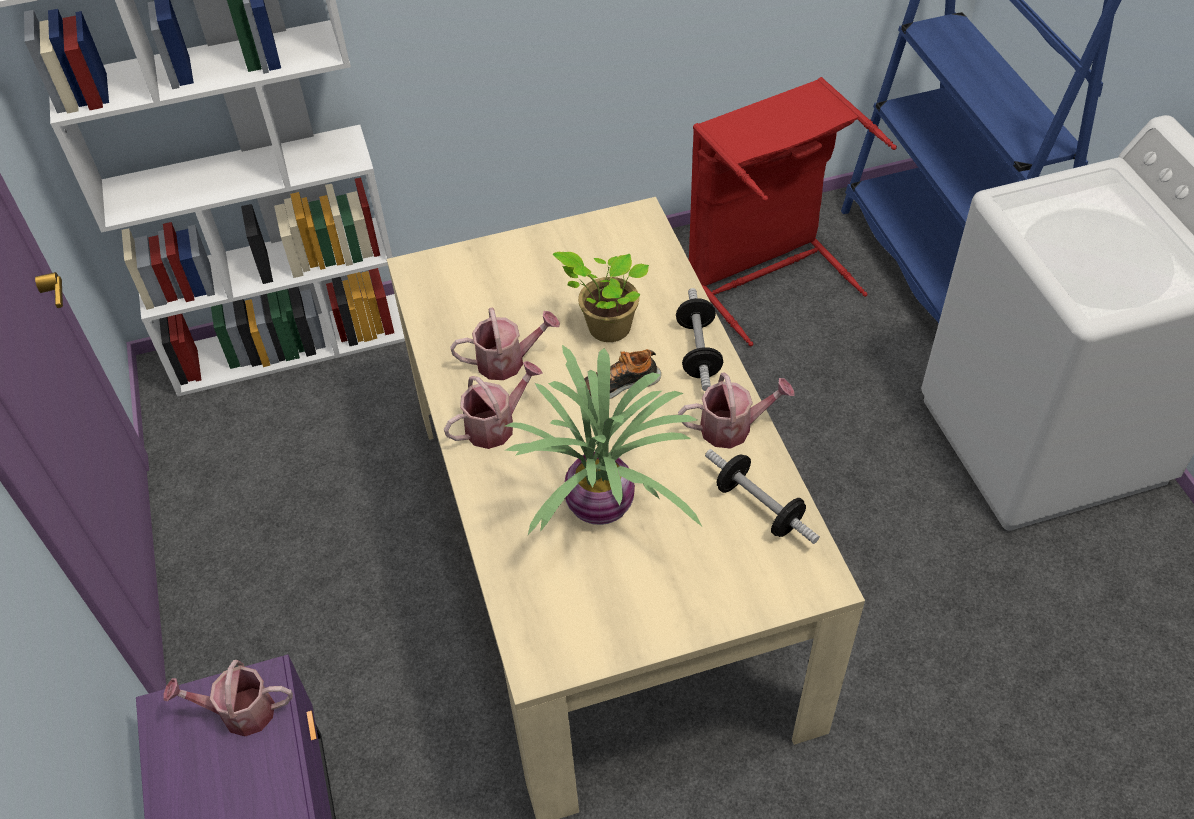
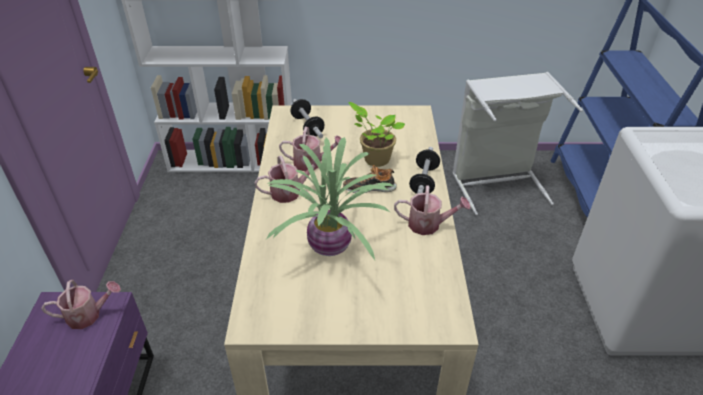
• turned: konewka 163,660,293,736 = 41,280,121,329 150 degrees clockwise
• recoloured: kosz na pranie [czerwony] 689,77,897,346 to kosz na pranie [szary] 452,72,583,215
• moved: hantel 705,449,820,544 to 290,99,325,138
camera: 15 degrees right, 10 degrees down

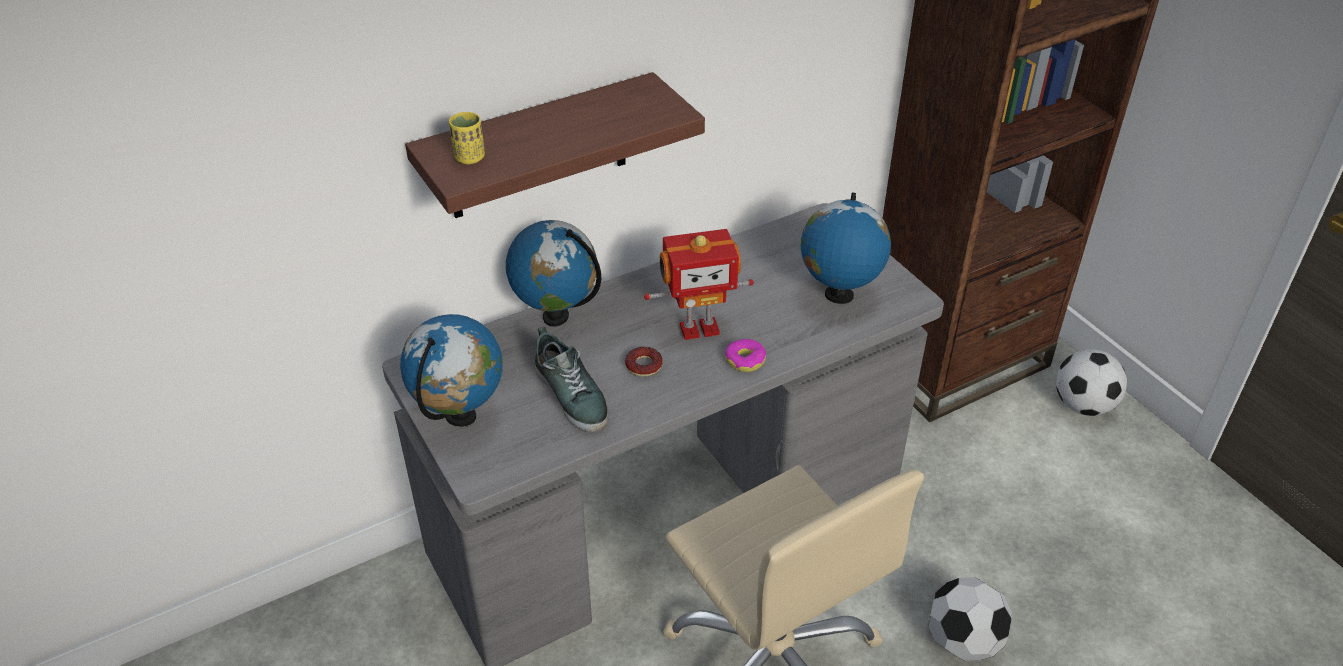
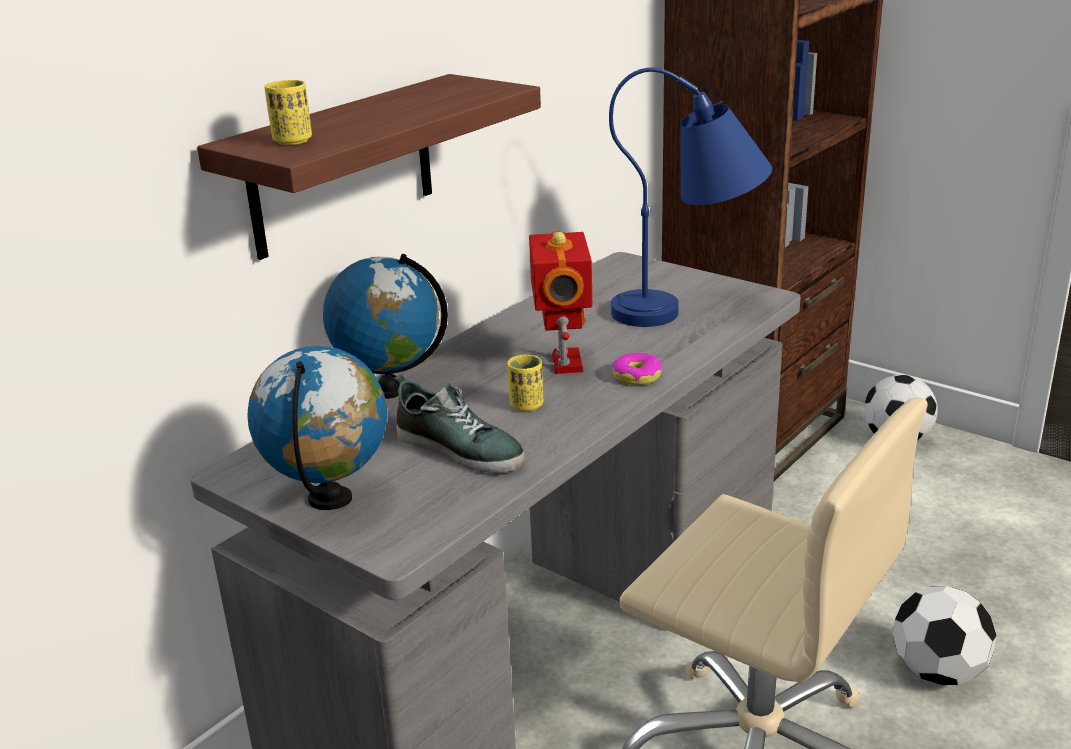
• replaced: donut 625,347,663,377 to filiżanka [żółty] 507,355,544,412
• turned: robot zabawkowy 644,229,754,340 = 529,232,593,374 60 degrees counterclockwise
• replaced: globus 801,193,891,304 to lampa stołowa [niebieski] 609,68,772,327
camera: 20 degrees left, 15 degrees down

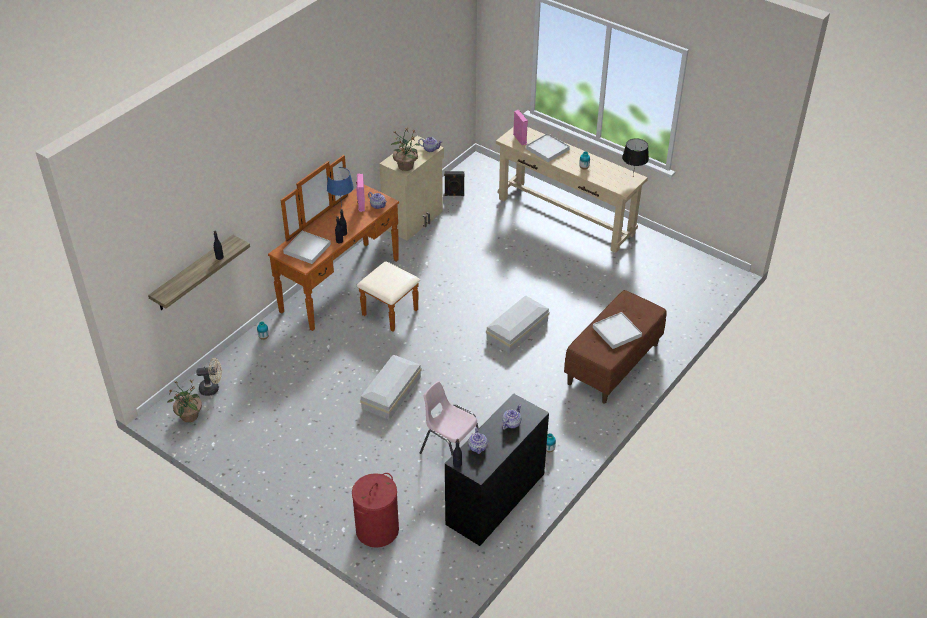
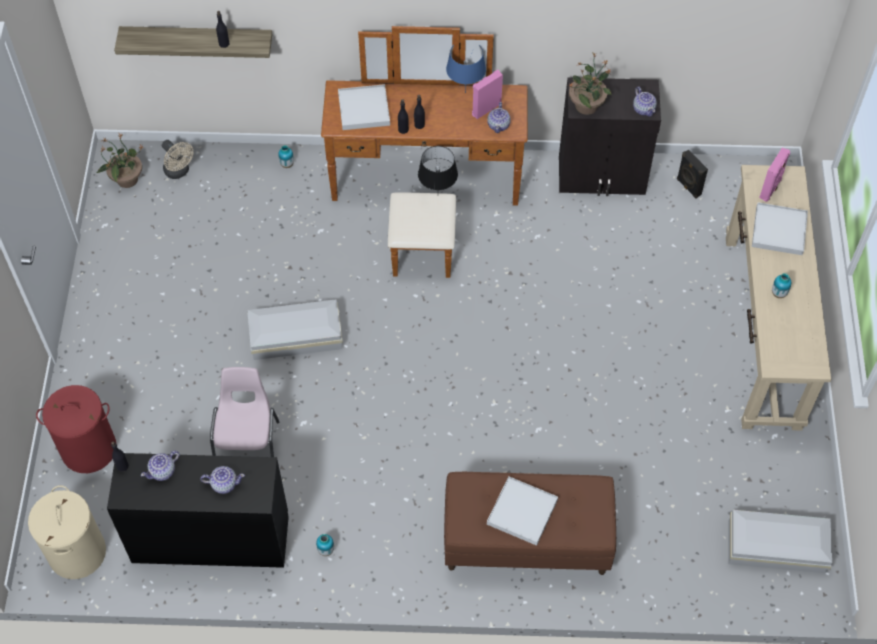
• recoloured: szafka [beżowy] 379,136,444,240 to szafka [czarny] 559,78,661,196
• moved: pojemnik do przechowywania [biały] 486,295,549,354 to 729,510,832,573
• moved: lampa stołowa [czarny] 622,138,649,176 to 418,146,458,190
• added: kosz na pranie [beżowy] 28,485,106,579
camera: 55 degrees right, 15 degrees up

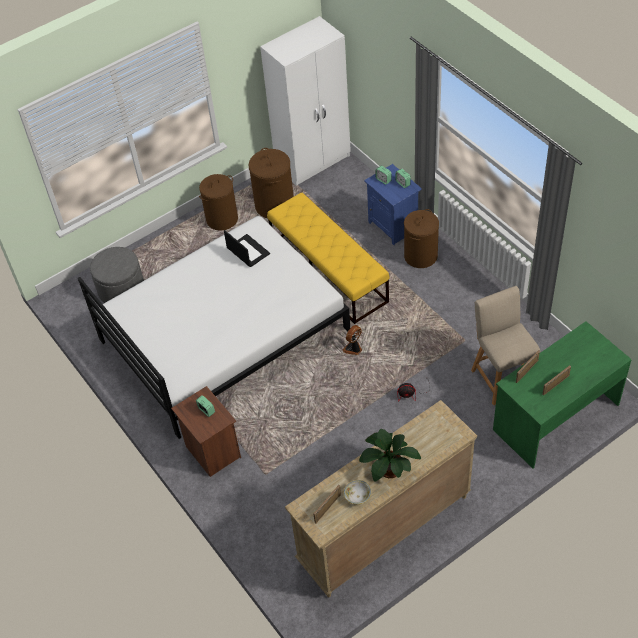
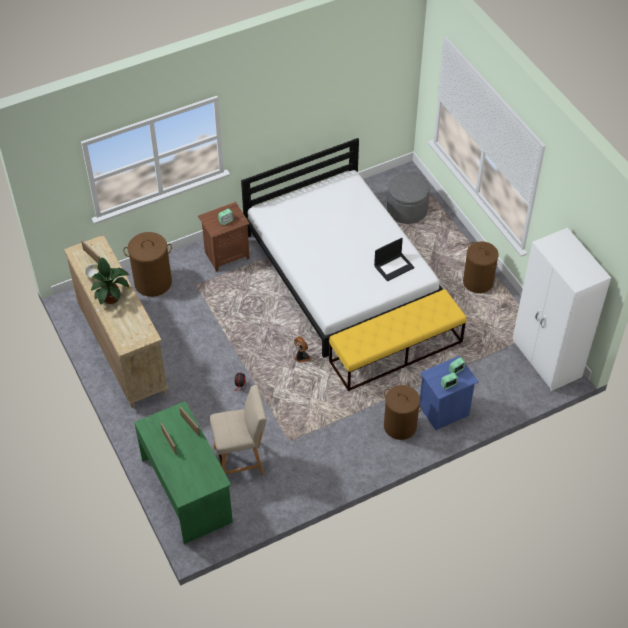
• moved: kosz na pranie [brązowy] 249,148,294,218 to 123,232,172,297
camera: 95 degrees right, 0 degrees up

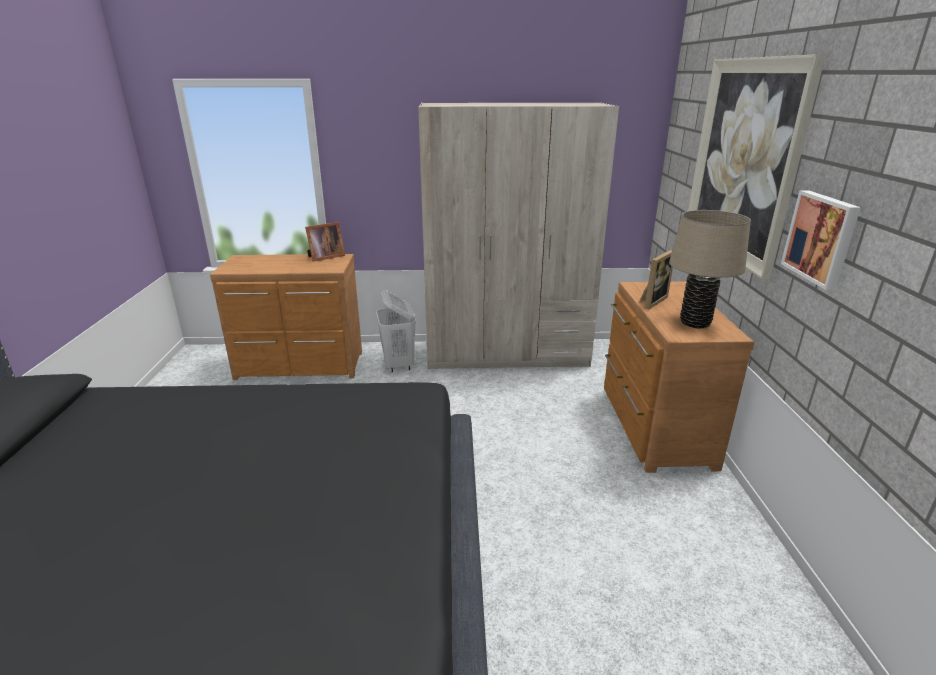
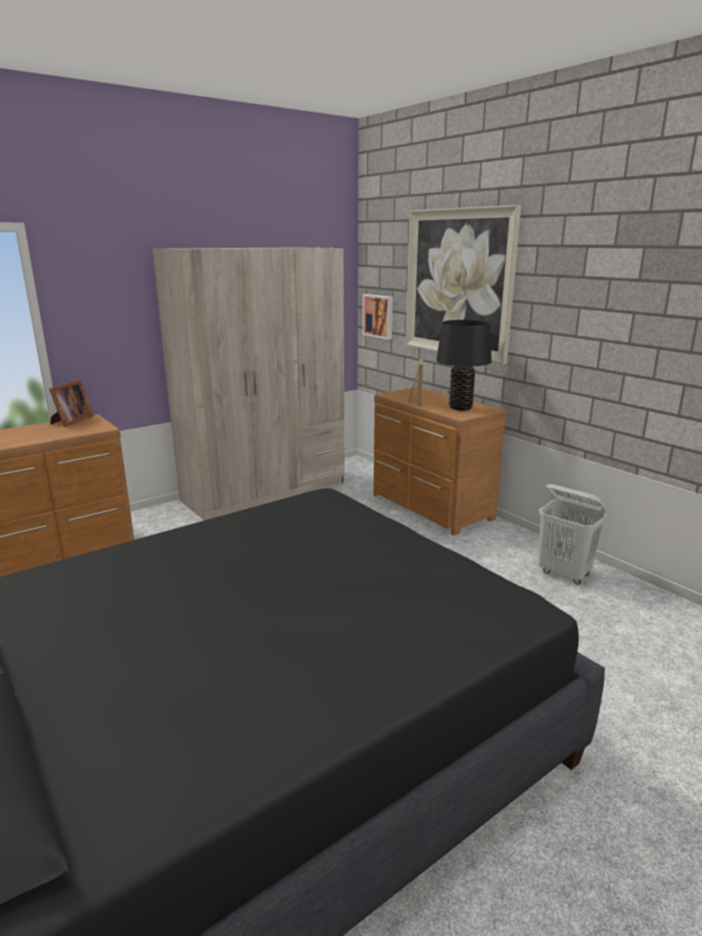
• moved: kosz na pranie [biały] 376,290,416,372 to 538,484,607,585
• recoloured: lampa stołowa [beżowy] 669,210,751,329 to lampa stołowa [czarny] 436,320,491,411
• moved: obraz 781,190,861,290 to 363,294,393,340
camera: 35 degrees left, 5 degrees down

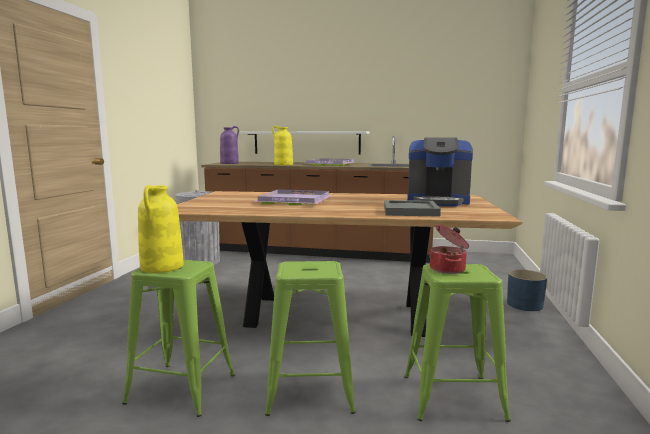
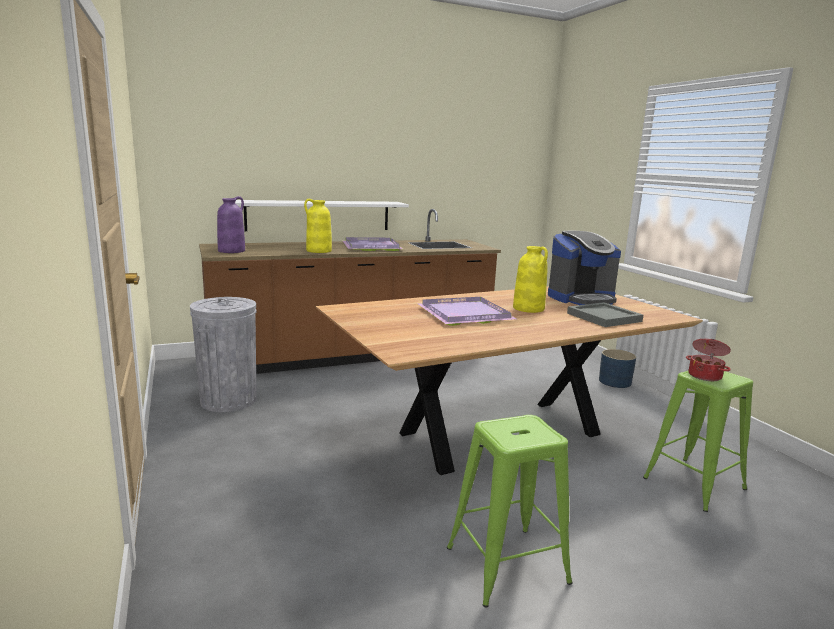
• moved: wazon [żółty] 138,185,184,273 to 513,246,548,313
• removed: stołek [zielony] 265,261,356,416
camera: 35 degrees left, 5 degrees up

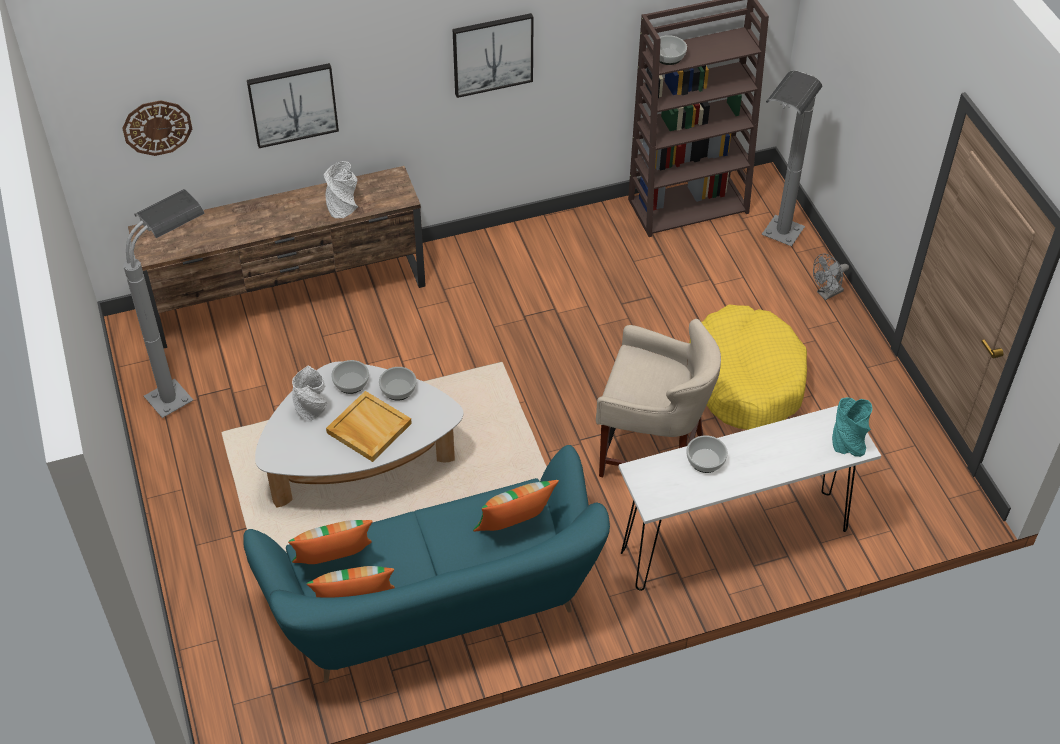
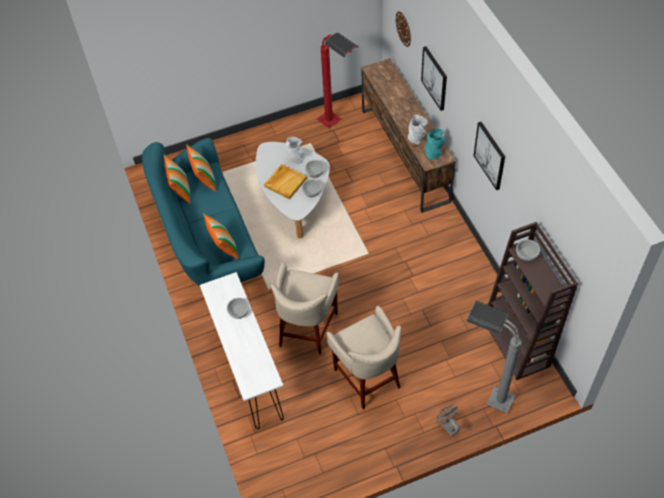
• recoloured: lampa stojąca [szary] 123,189,205,418 to lampa stojąca [czerwony] 317,32,359,128
• replaced: legowisko [żółty] 689,305,807,430 to stołek [beżowy] 326,306,401,409
• moved: wazon [turkusowy] 832,397,873,457 to 425,129,445,159
camera: 90 degrees right, 5 degrees up

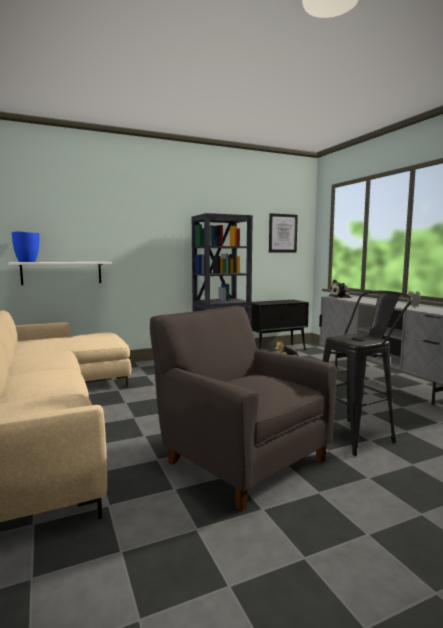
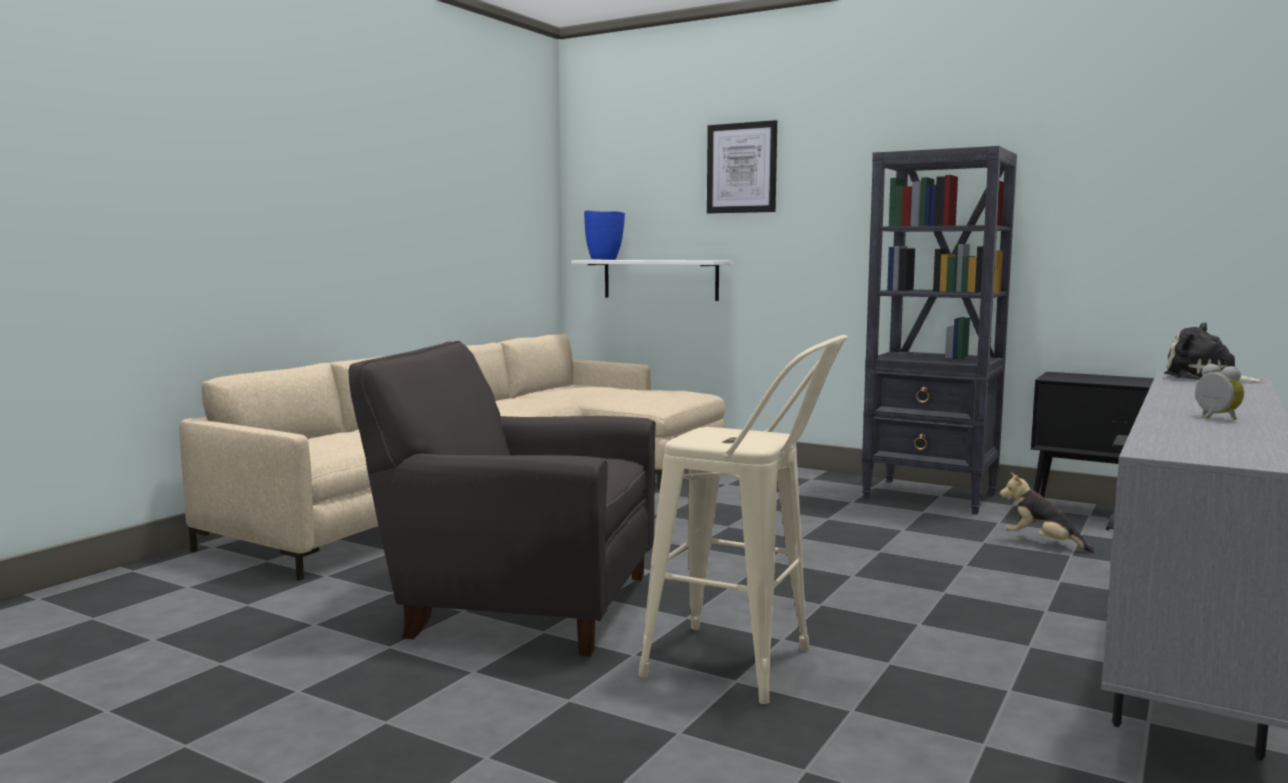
• turned: fotel [szary] 150,306,338,511 = 348,341,656,657 90 degrees counterclockwise
• moved: obraz 269,213,298,252 to 707,120,777,213
• recoloured: stołek [czarny] 322,291,412,456 to stołek [beżowy] 638,335,848,704
camera: 55 degrees right, 0 degrees up

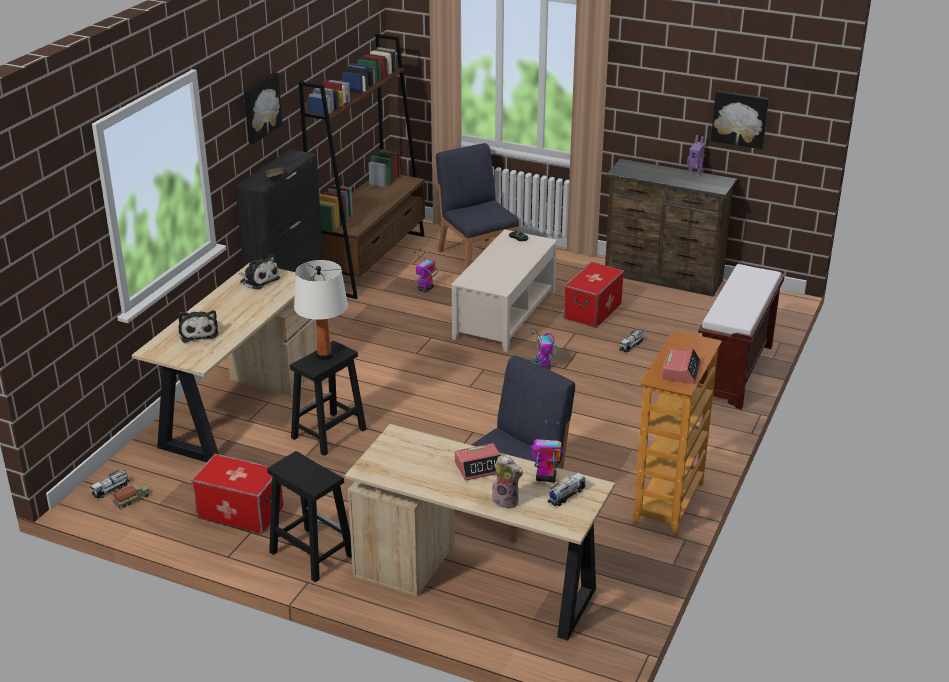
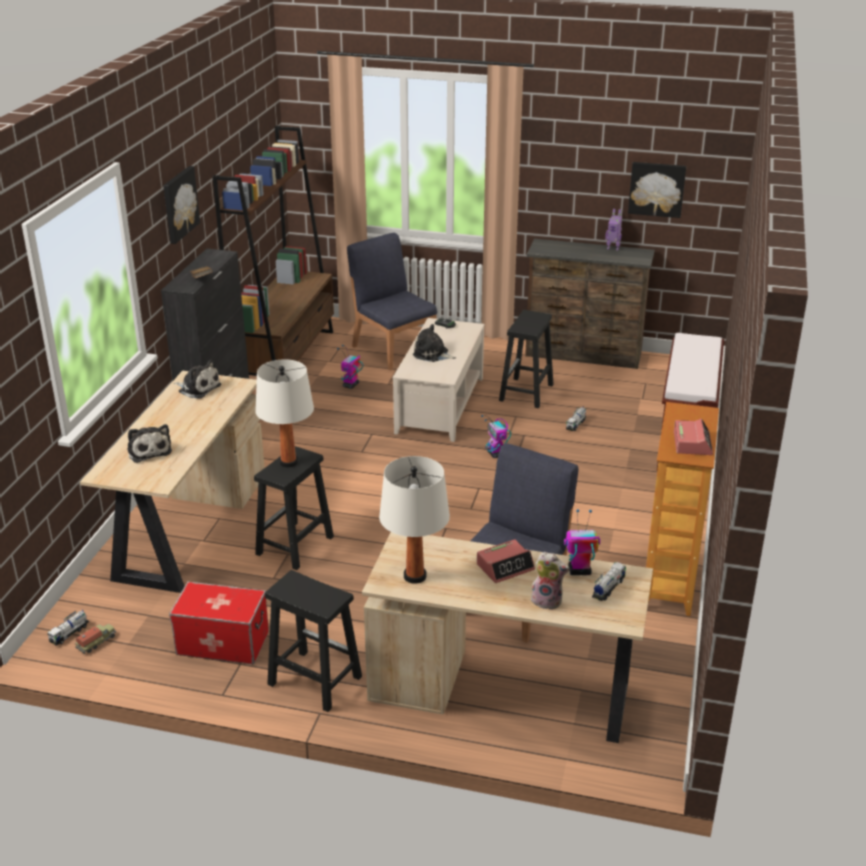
• replaced: pojemnik do przechowywania 564,262,624,328 to stołek [czarny] 499,310,553,408
• added: lampa stołowa [biały] 379,456,450,584
• added: pluszak 413,324,456,362
camera: 10 degrees left, 0 degrees up

